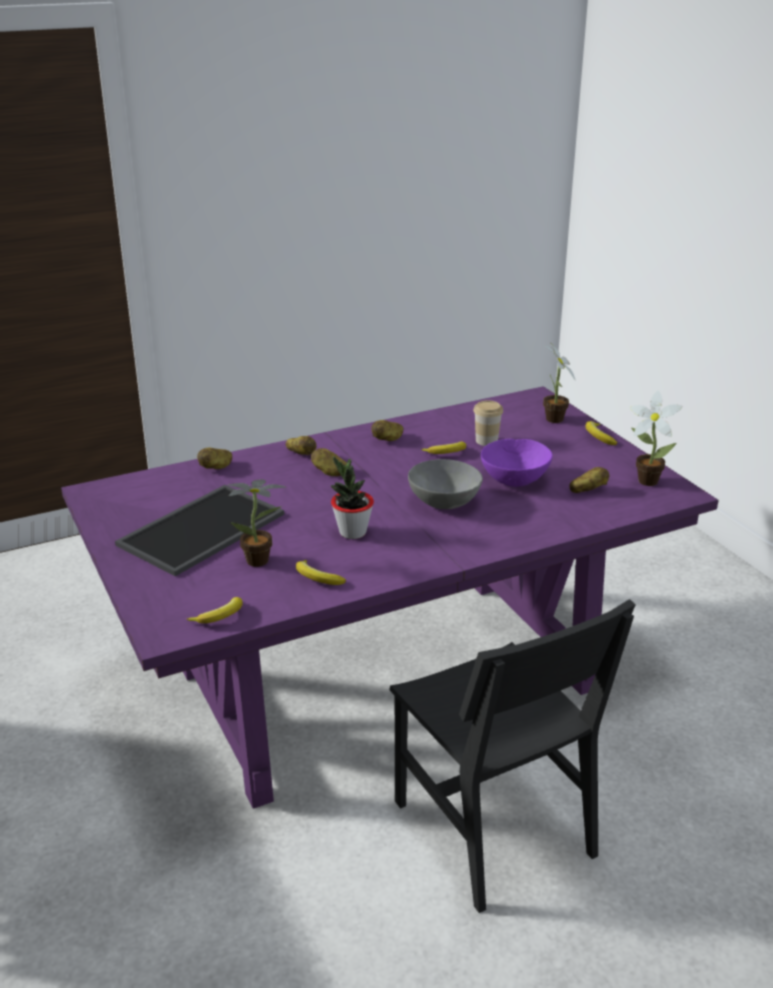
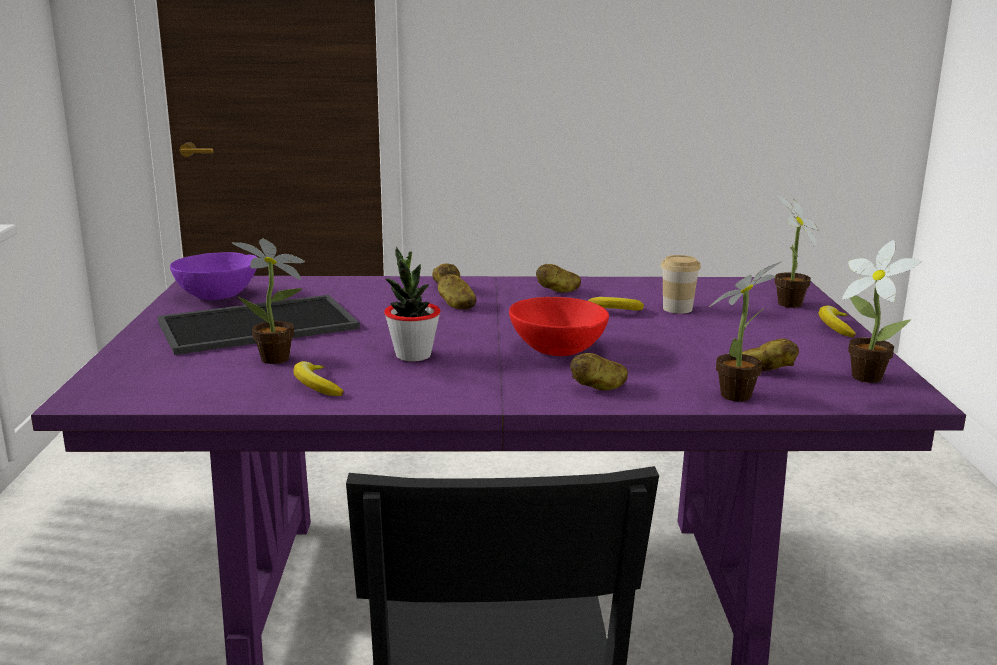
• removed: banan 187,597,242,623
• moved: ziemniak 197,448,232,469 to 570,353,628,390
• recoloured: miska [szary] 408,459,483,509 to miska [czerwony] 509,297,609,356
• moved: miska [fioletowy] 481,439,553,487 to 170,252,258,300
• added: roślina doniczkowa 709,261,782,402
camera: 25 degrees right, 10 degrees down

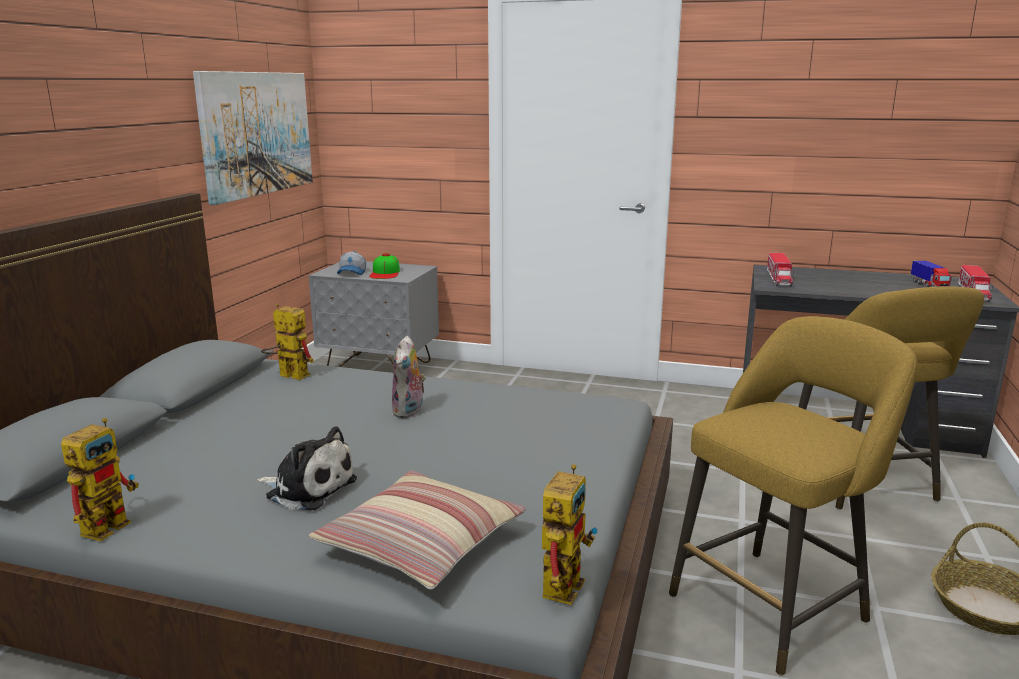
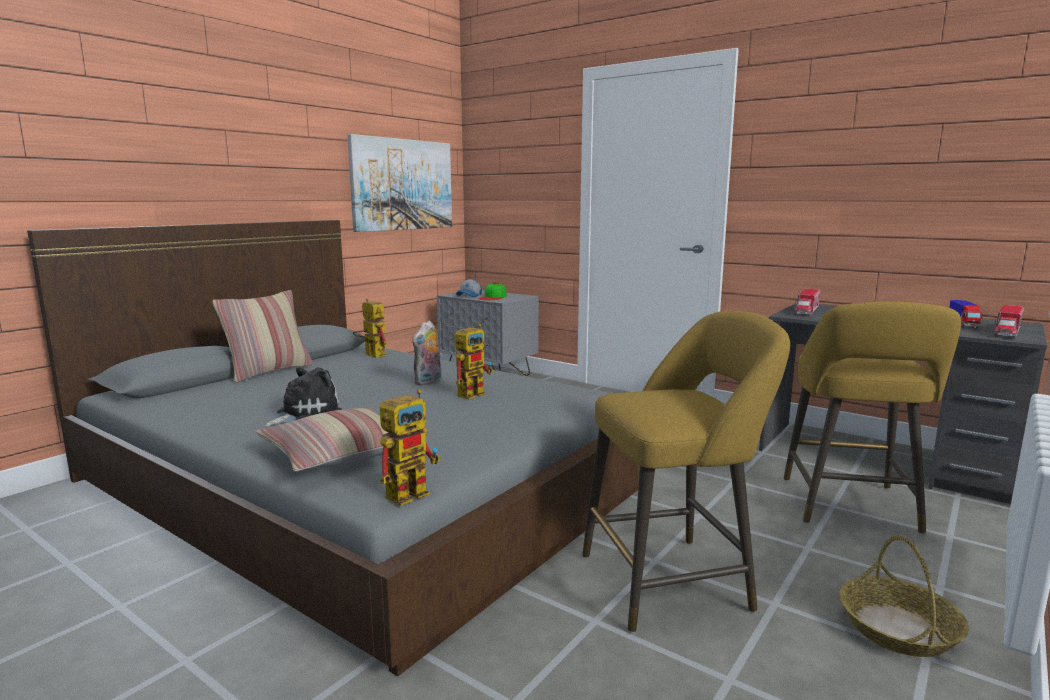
• moved: robot zabawkowy 61,418,139,541 to 455,324,493,399
• turned: pluszak 257,426,357,510 = 264,367,342,427 90 degrees counterclockwise
• added: poduszka 212,290,313,383
camera: 20 degrees right, 5 degrees down

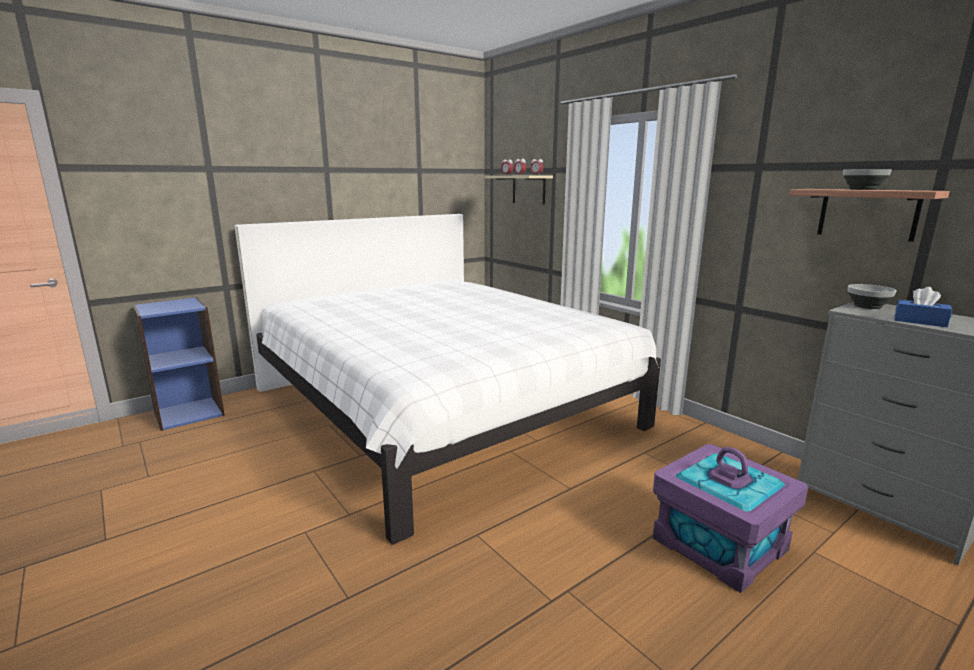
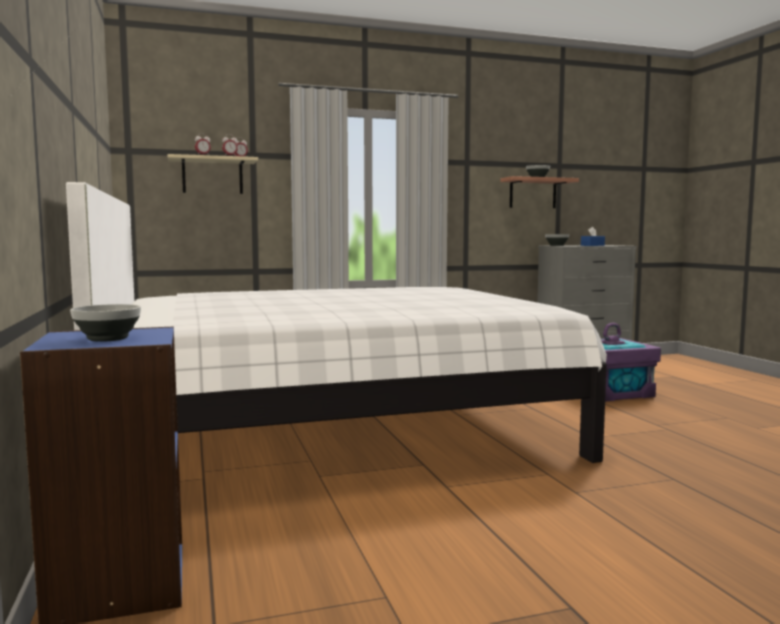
• added: miska 70,304,141,342
camera: 70 degrees left, 10 degrees down

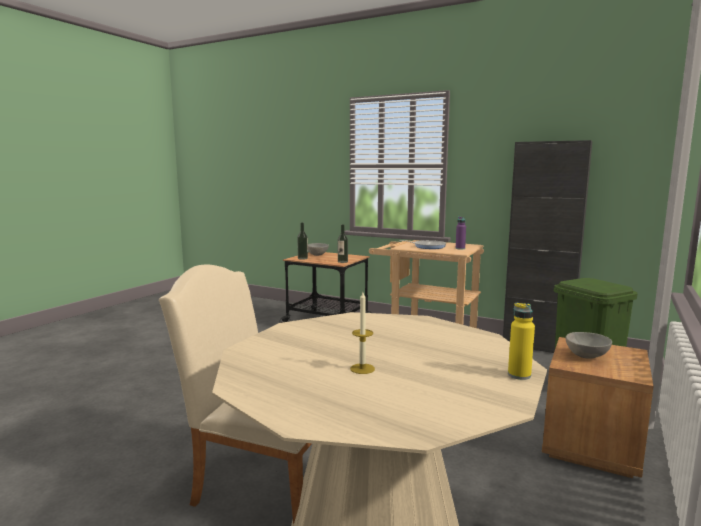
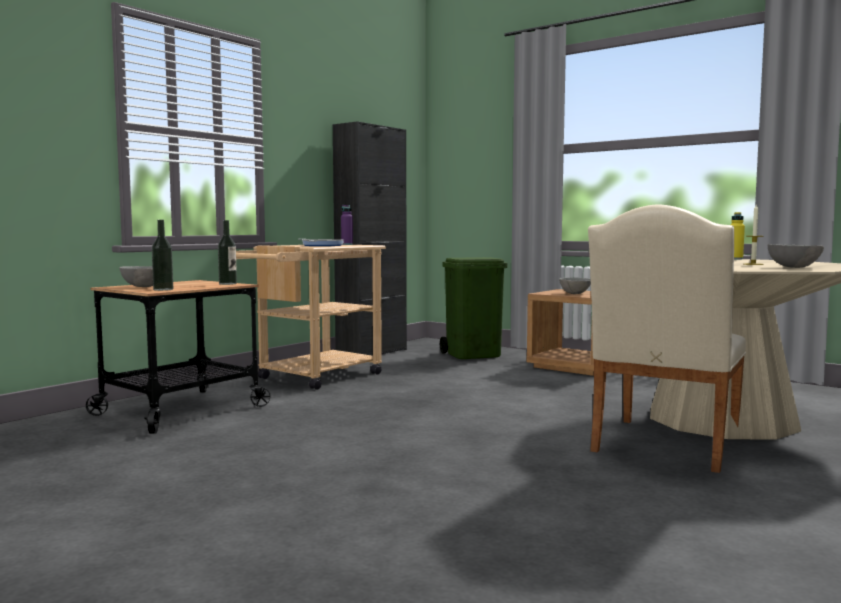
• added: miska [szary] 767,244,824,268
camera: 80 degrees left, 5 degrees down

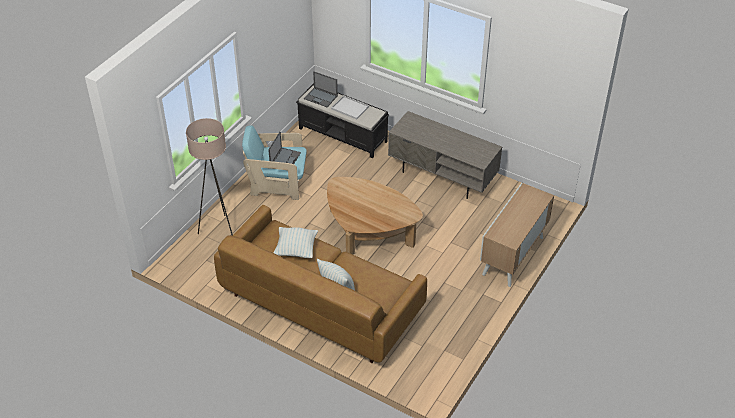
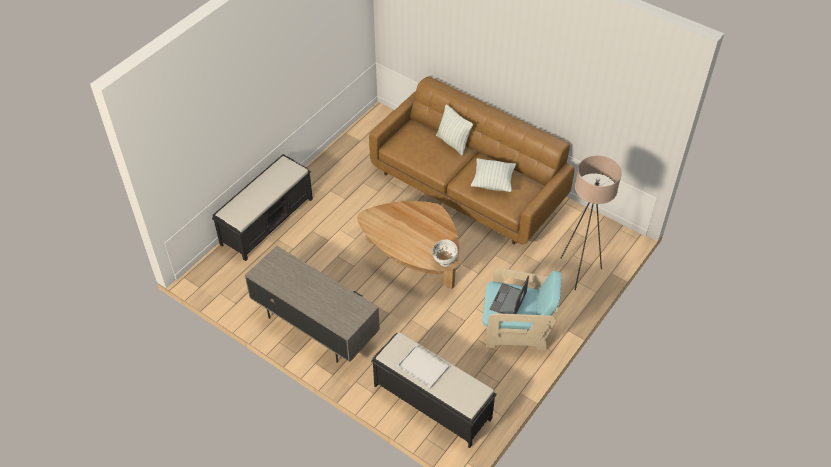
• removed: laptop 304,71,338,107
• replaced: szafka 480,183,554,287 to ławka [czarny] 212,154,313,261
• added: miska [biały] 433,240,458,267
camera: 175 degrees left, 5 degrees up

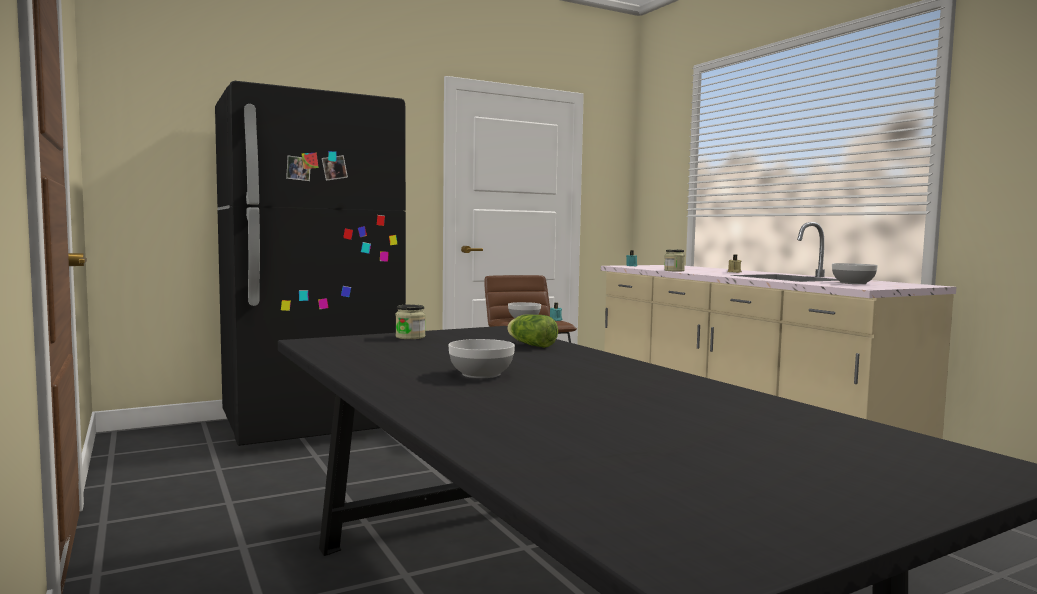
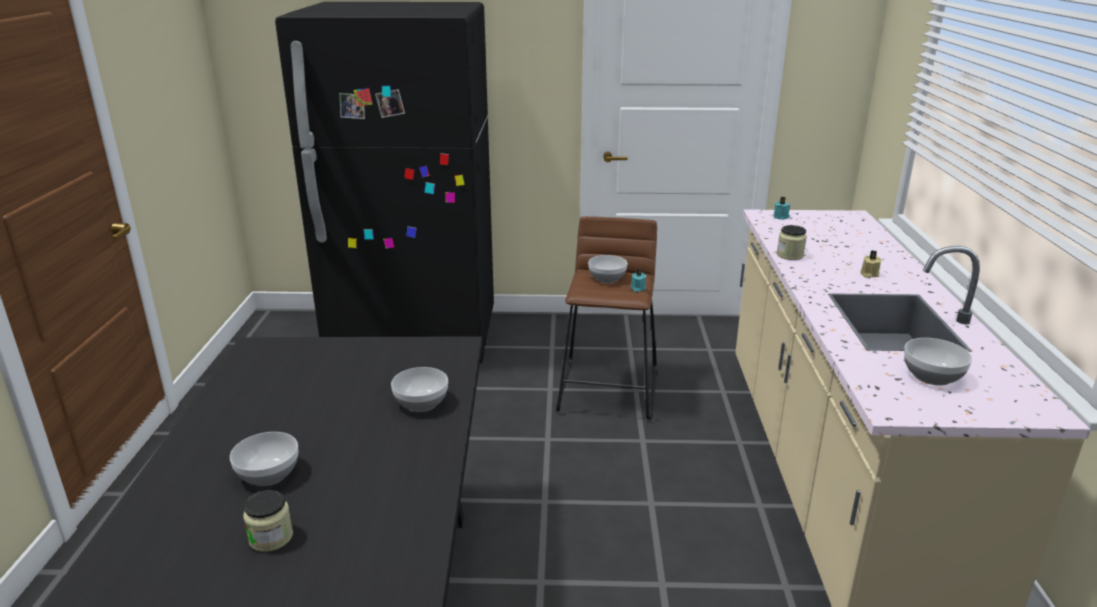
• moved: słoik 395,305,426,339 to 243,490,293,552
• replaced: sałata 507,315,558,348 to miska 391,367,448,412
camera: 30 degrees right, 20 degrees up

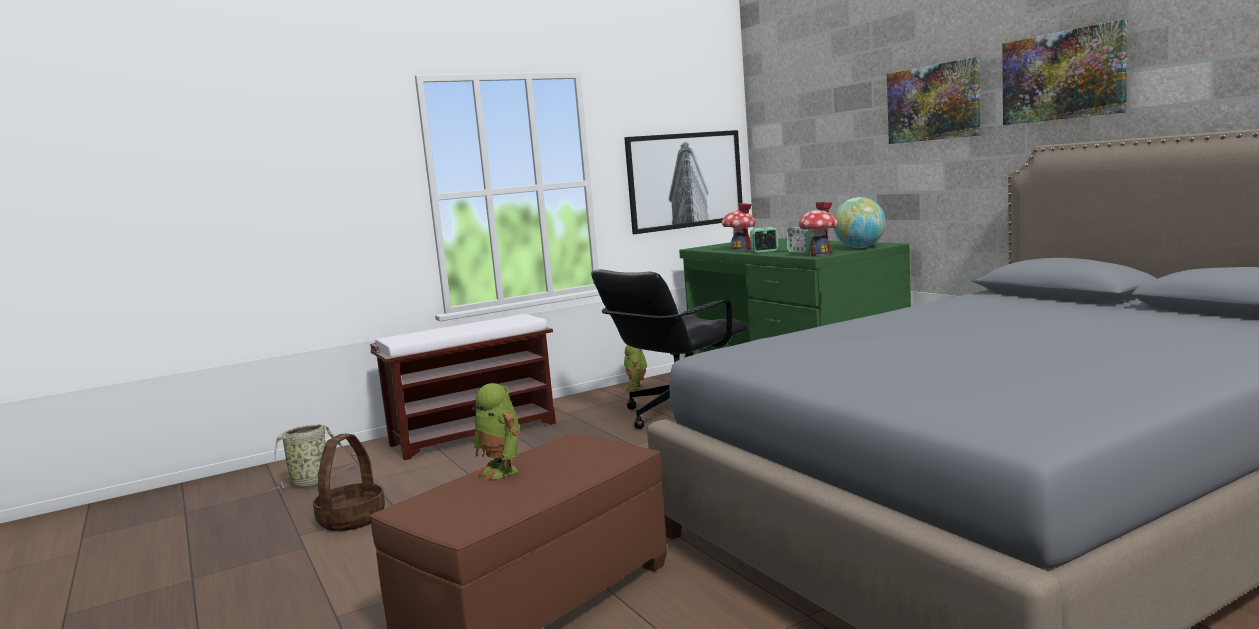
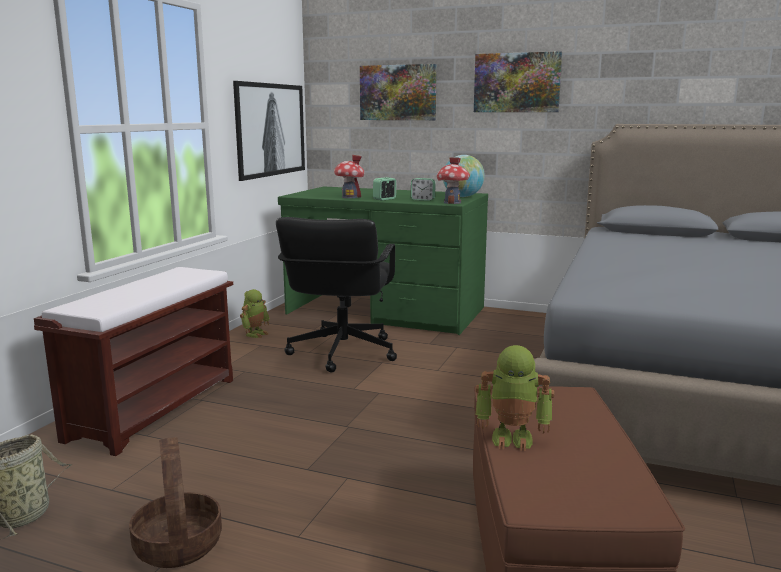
• turned: robot zabawkowy 624,345,647,391 = 240,289,270,338 105 degrees counterclockwise
• moved: obraz 1002,19,1128,125 to 360,64,437,120
camera: 40 degrees left, 5 degrees up

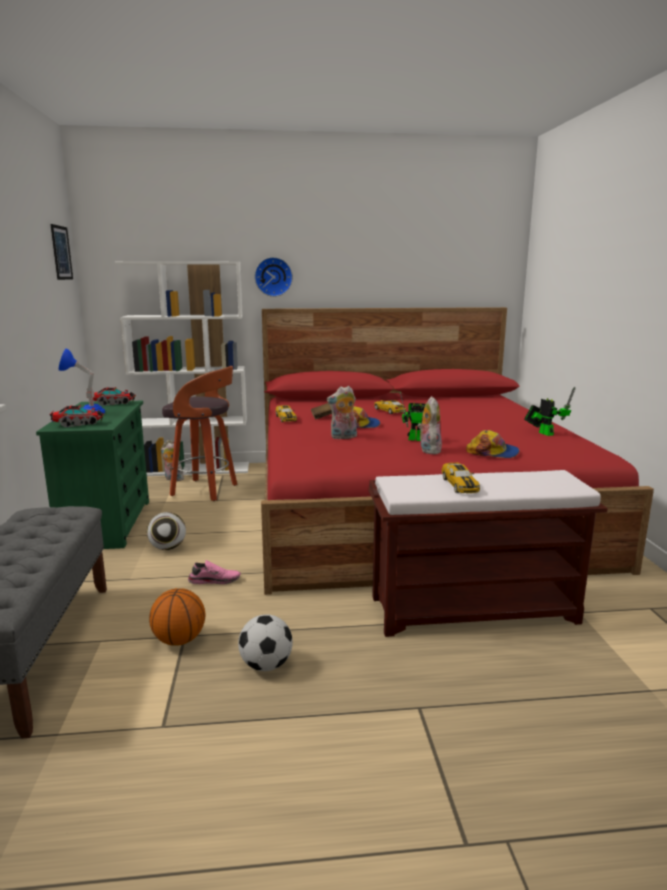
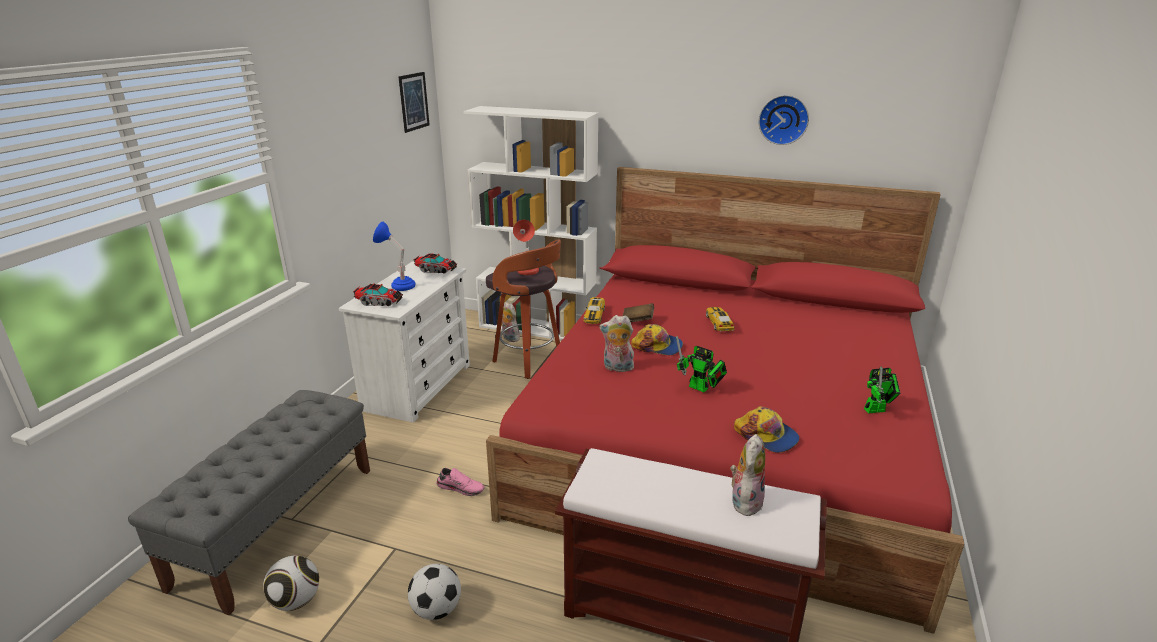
• recoloured: komoda [zielony] 36,401,149,549 to komoda [biały] 339,261,470,423
• moved: piłka futbolowa 147,512,186,550 to 263,556,319,611
• removed: piłka do koszykówki 149,588,205,646
• moved: zegar ścienny 254,257,293,297 to 759,95,809,145
• moved: pluszak 418,396,442,455 to 730,434,765,516
• removed: samochodzik 442,463,480,493
• turned: robot zabawkowy 524,387,575,436 = 864,366,900,413 75 degrees clockwise
• added: lampa stołowa [czerwony] 513,220,539,275
camera: 25 degrees right, 10 degrees up

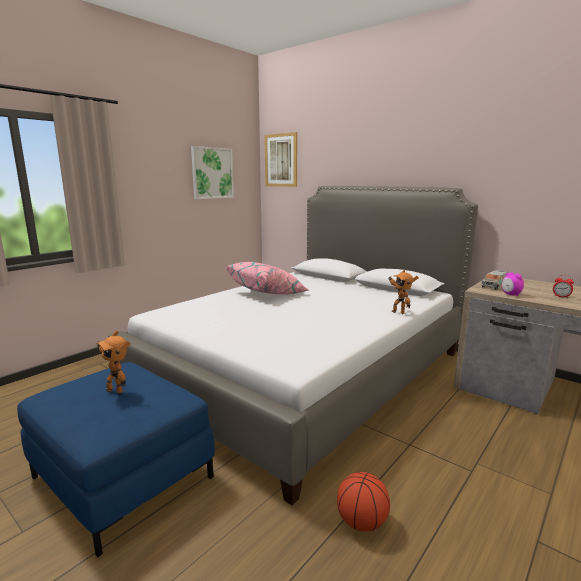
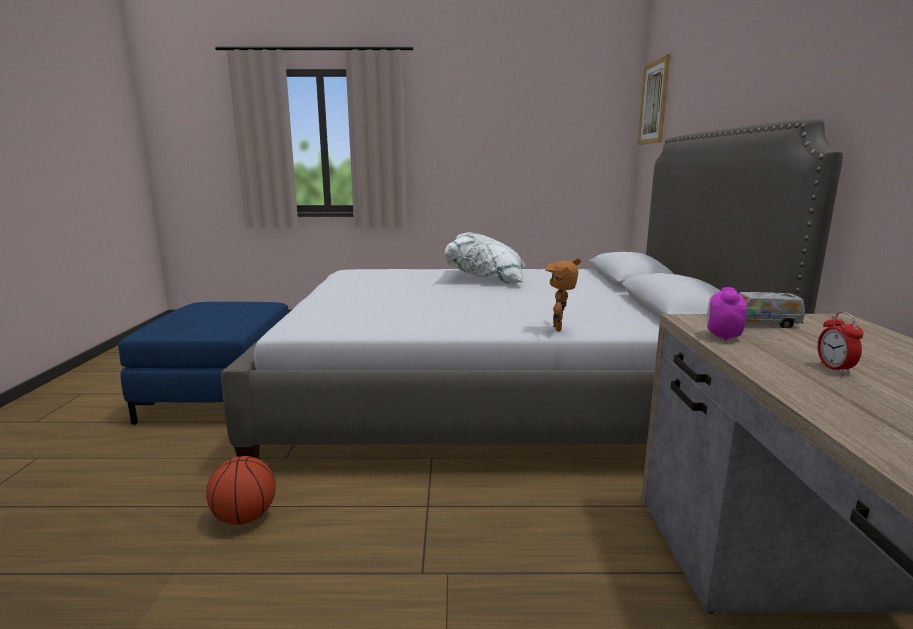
• removed: robot zabawkowy 96,331,131,394
• removed: obraz 191,146,234,199
• recoloured: poduszka [różowy] 226,262,309,295 to poduszka [biały] 444,233,525,283
camera: 50 degrees right, 0 degrees up

